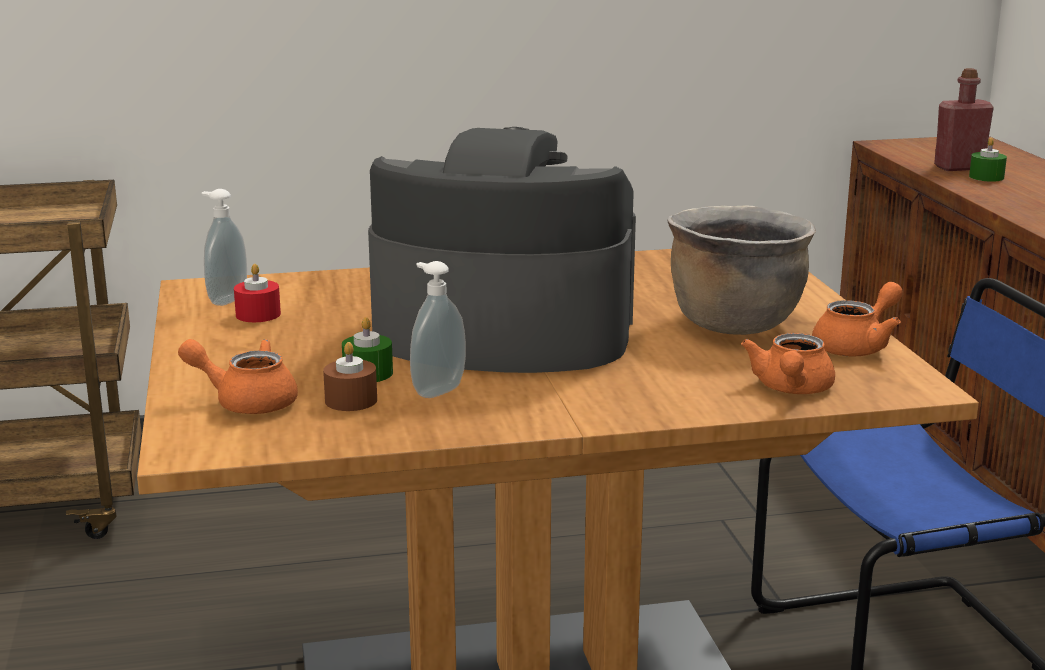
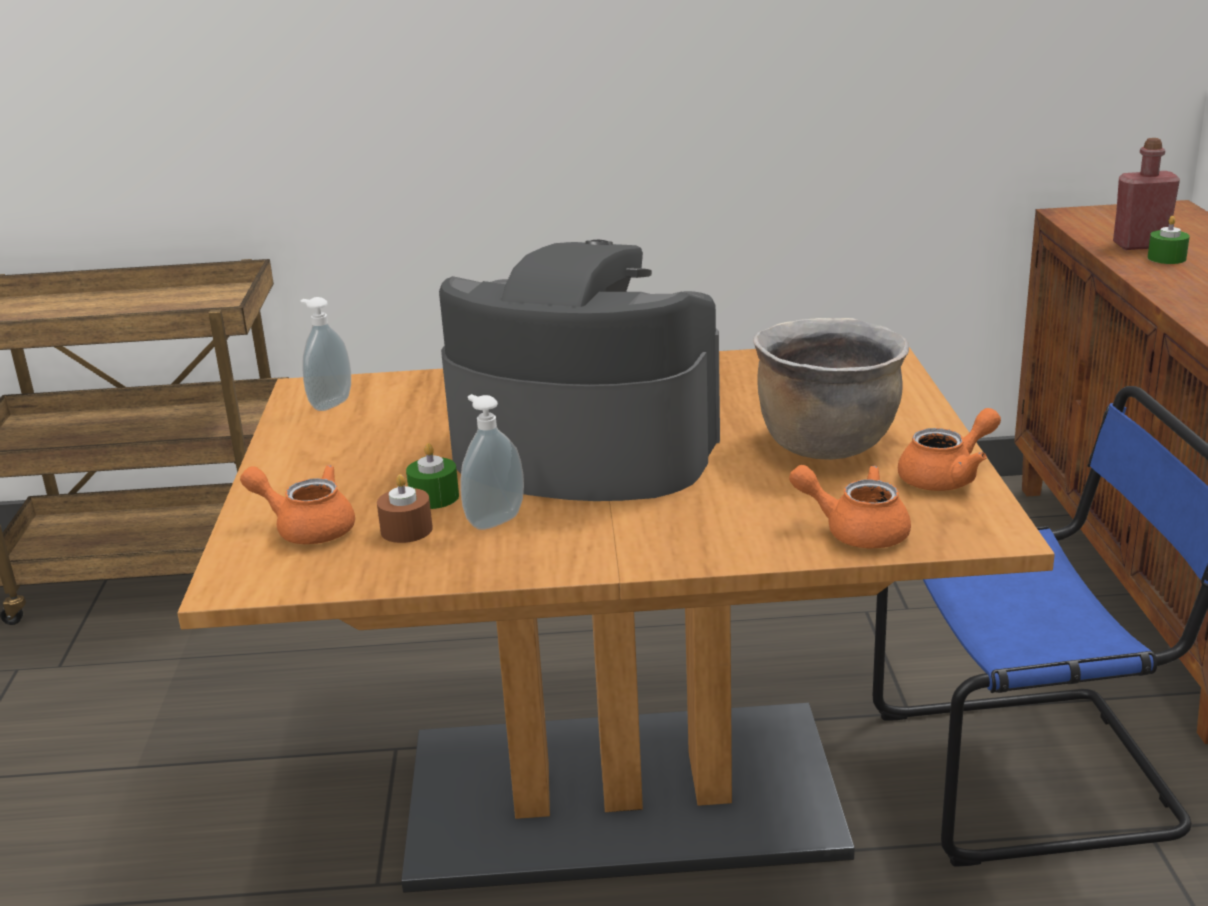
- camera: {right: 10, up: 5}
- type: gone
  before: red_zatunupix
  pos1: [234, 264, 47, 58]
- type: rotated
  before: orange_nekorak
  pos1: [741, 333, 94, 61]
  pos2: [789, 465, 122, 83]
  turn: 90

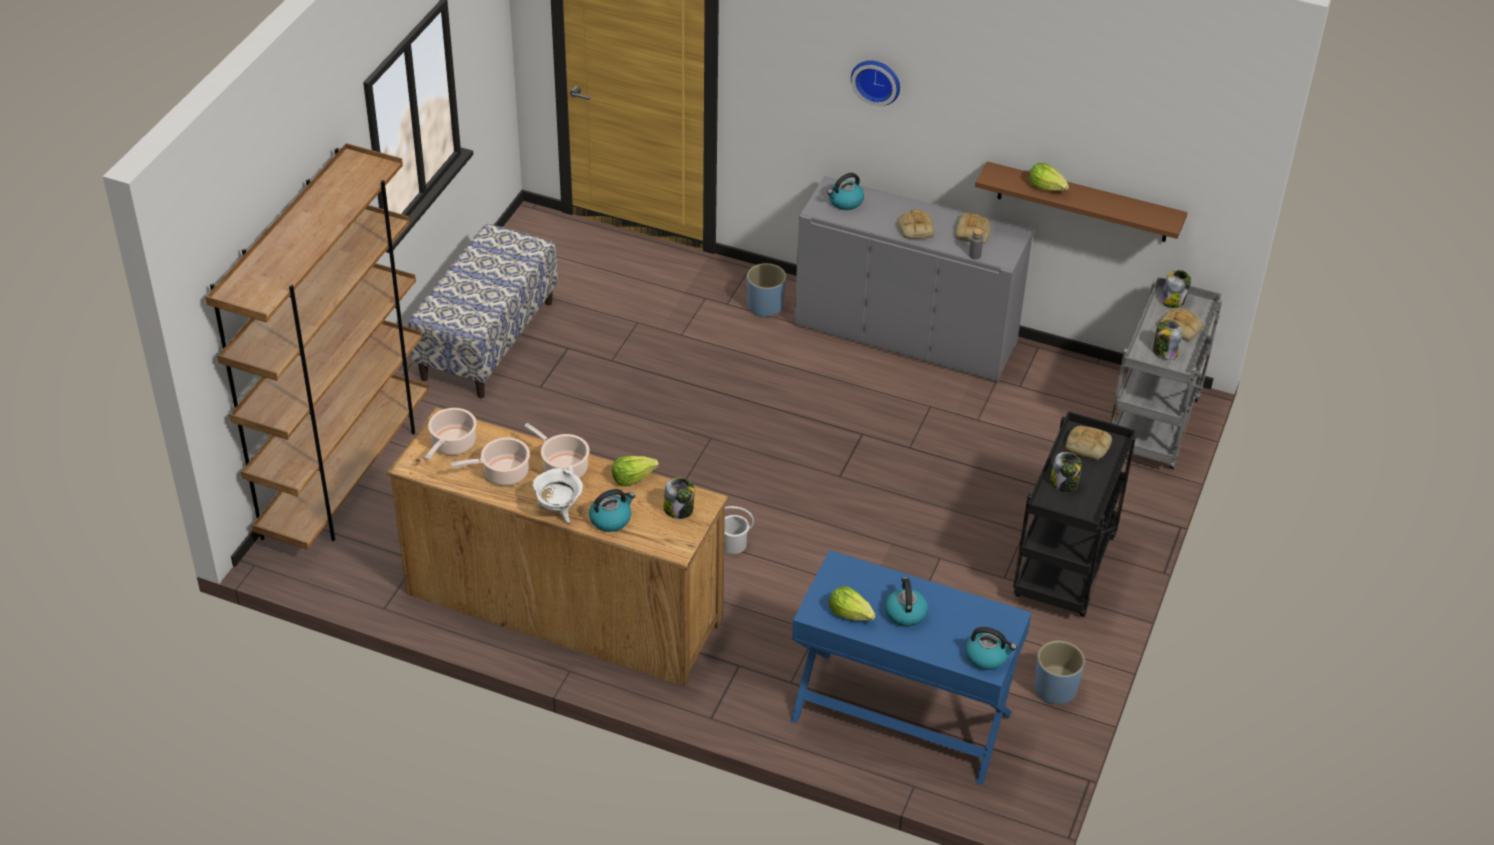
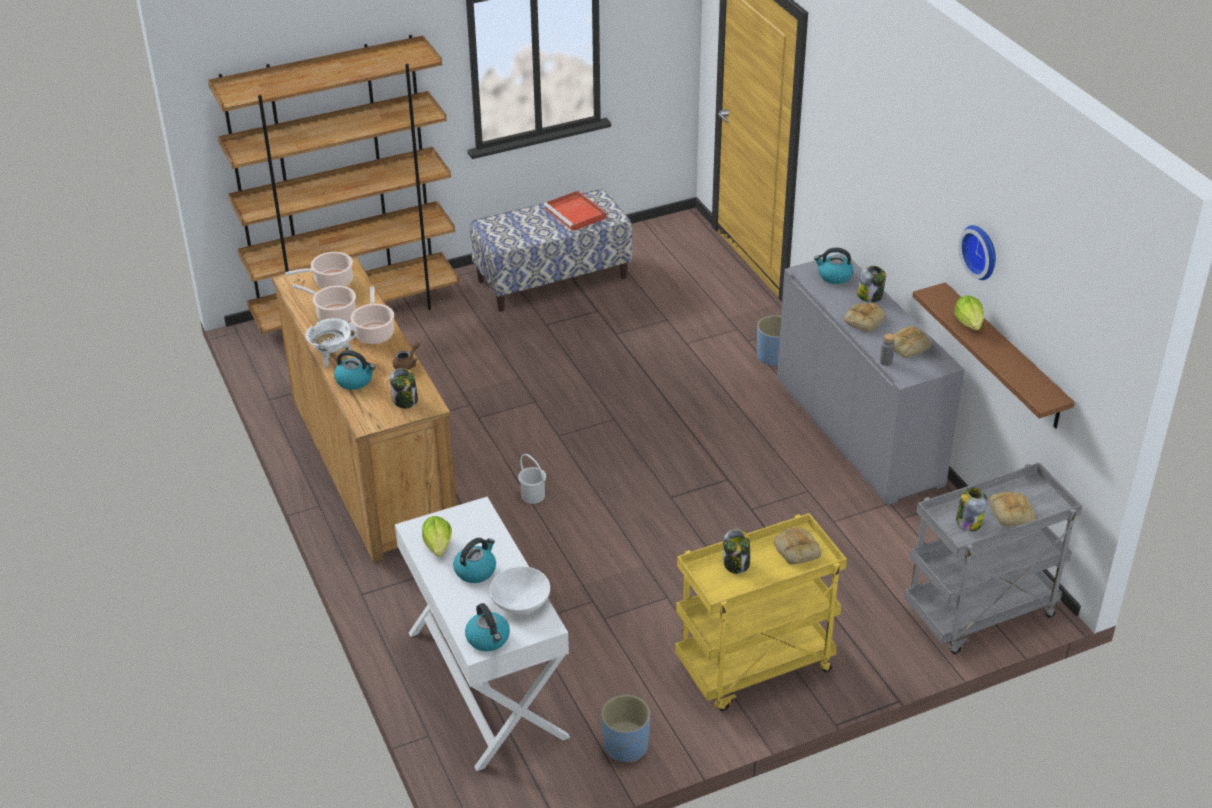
- camera: {right: 45, up: -5}
- type: new
  after: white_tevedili
  pos2: [490, 567, 60, 48]
- type: new
  after: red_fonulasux
  pos2: [544, 191, 63, 40]
- type: shifted
  before: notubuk
  pos1: [851, 60, 49, 46]
  pos2: [959, 225, 37, 55]
- type: shifted
  before: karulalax
  pos1: [1160, 270, 31, 38]
  pos2: [857, 266, 29, 36]
- type: swapped
  before: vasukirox
  after: brown_nekorak
  pos1: [612, 456, 47, 30]
  pos2: [393, 341, 27, 29]
- type: repainted
  before: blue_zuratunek
  after: white_zuratunek
  pos1: [791, 550, 241, 235]
  pos2: [395, 497, 175, 274]
- type: repainted
  before: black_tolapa
  after: yellow_tolapa
  pos1: [1013, 411, 123, 206]
  pos2: [675, 513, 172, 198]

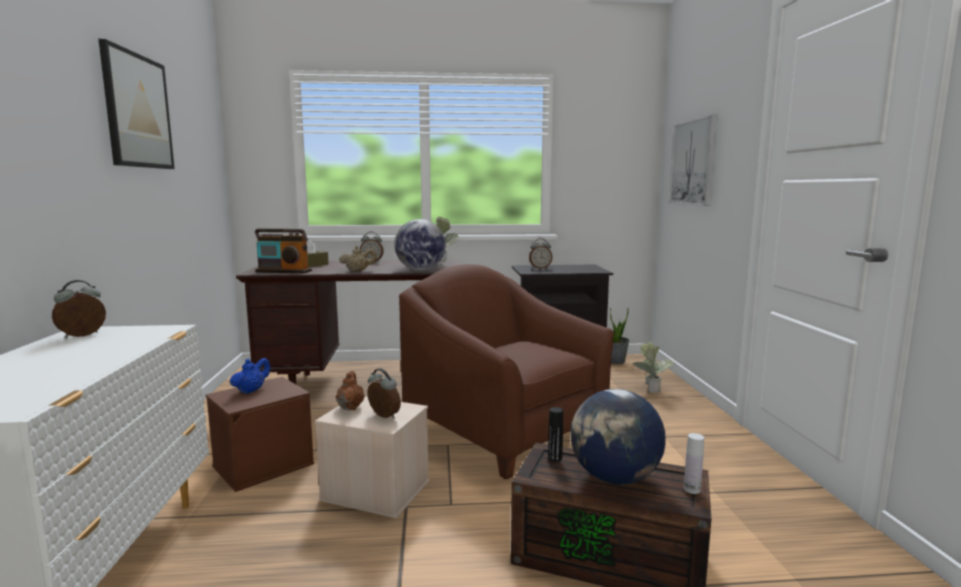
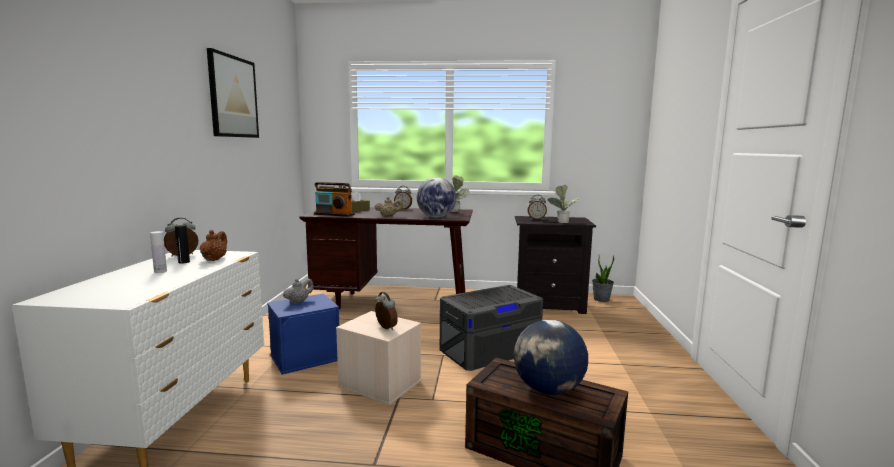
- camera: {right: 10, up: 0}
- type: gone
  before: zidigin
  pos1: [669, 115, 49, 91]
- type: shifted
  before: brown_nekorak
  pos1: [336, 371, 29, 39]
  pos2: [200, 230, 27, 31]
- type: shifted
  before: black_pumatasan
  pos1: [548, 407, 15, 54]
  pos2: [175, 225, 15, 39]
- type: shifted
  before: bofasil
  pos1: [633, 342, 41, 51]
  pos2: [548, 185, 32, 38]
- type: shifted
  before: white_pumatasan
  pos1: [684, 433, 20, 61]
  pos2: [150, 231, 17, 42]
- type: swapped
  before: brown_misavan
  after: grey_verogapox
  pos1: [399, 264, 215, 215]
  pos2: [440, 285, 103, 86]
- type: repainted
  before: brown_verogapox
  after: blue_verogapox
  pos1: [206, 377, 108, 115]
  pos2: [267, 294, 72, 81]
- type: repainted
  before: blue_nekorak
  after: grey_nekorak
  pos1: [230, 358, 41, 36]
  pos2: [283, 279, 31, 25]

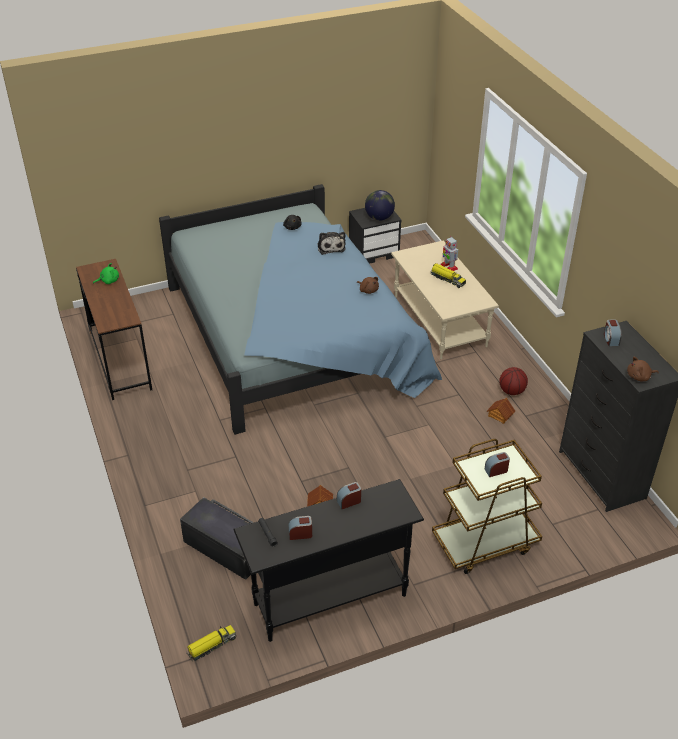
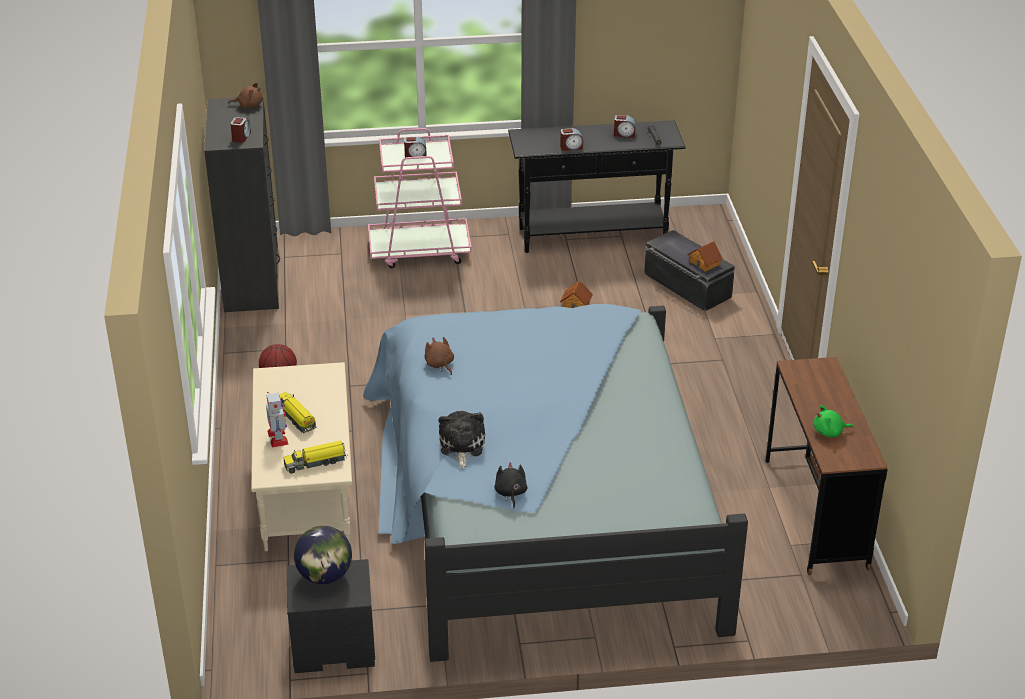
- camera: {right: -165, up: -5}
- type: shifted
  before: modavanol
  pos1: [187, 625, 49, 37]
  pos2: [284, 440, 64, 33]
- type: shifted
  before: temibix
  pos1: [487, 398, 28, 26]
  pos2: [687, 241, 36, 31]
- type: repainted
  before: brown_tolapa
  after: pink_tolapa
  pos1: [432, 439, 110, 135]
  pos2: [368, 128, 104, 140]

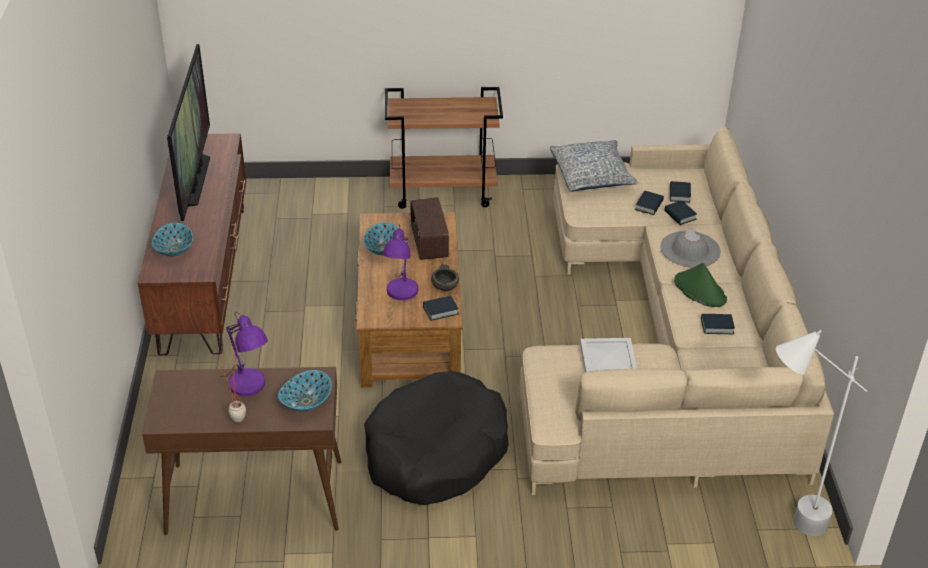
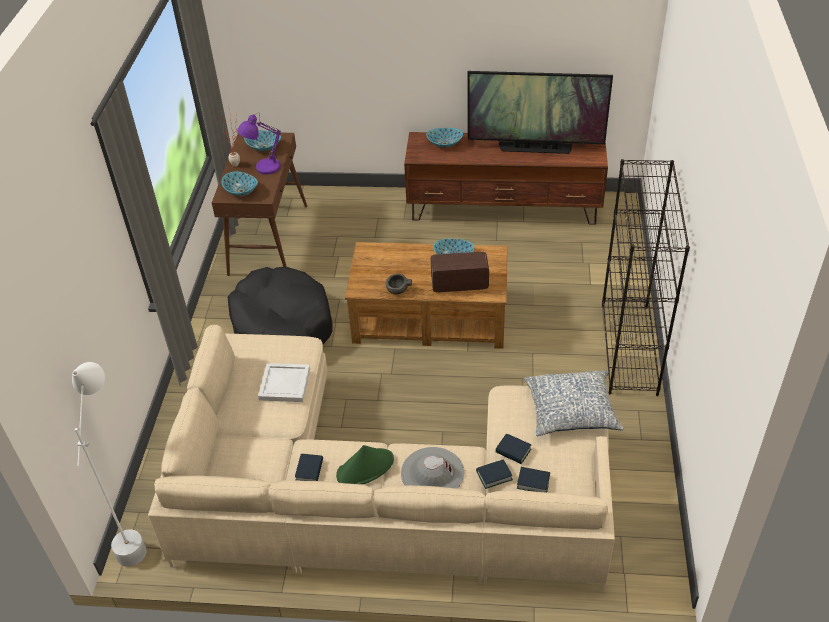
- camera: {right: 100, up: 5}
- type: gone
  before: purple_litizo
  pos1: [383, 224, 35, 76]
- type: gone
  before: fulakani
  pos1: [423, 296, 36, 25]
- type: new
  after: tevedili
  pos2: [244, 130, 37, 21]
- type: swapped
  before: brown_tolapa
  after: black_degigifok
  pos1: [385, 87, 118, 122]
  pos2: [602, 159, 88, 237]

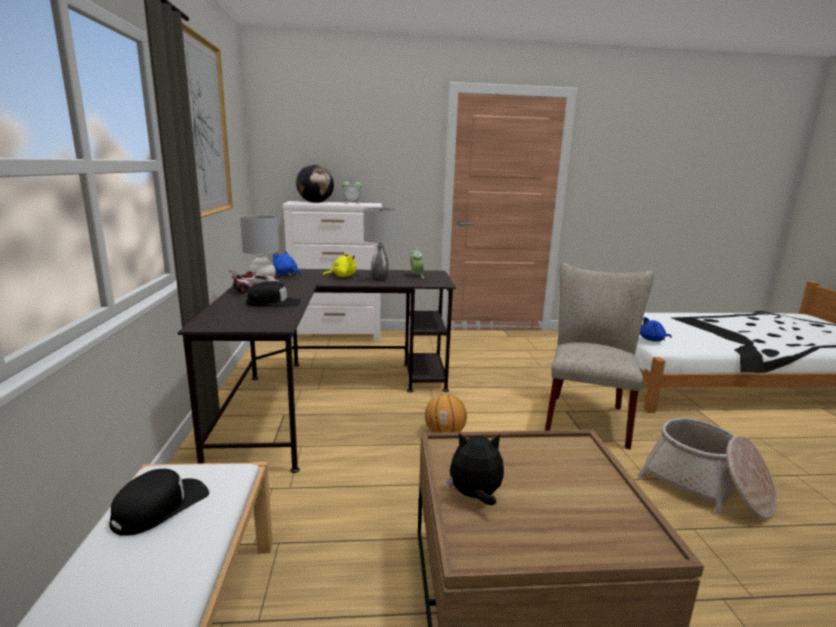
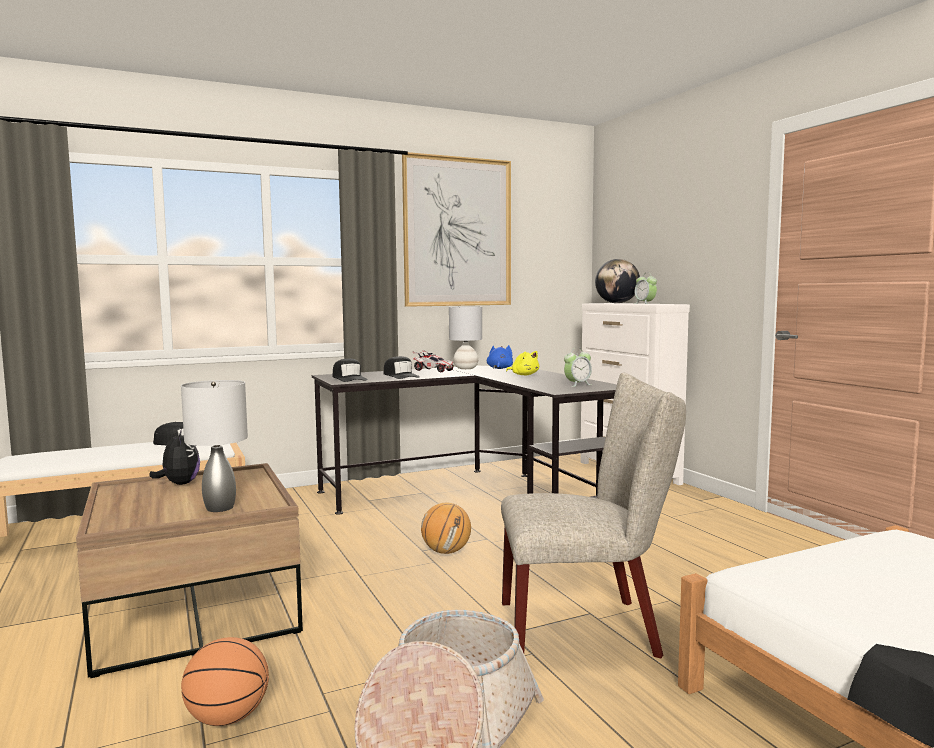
- camera: {right: 70, up: -10}
- type: gone
  before: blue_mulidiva
  pos1: [640, 317, 32, 25]
- type: new
  after: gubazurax
  pos2: [181, 637, 88, 89]
- type: new
  after: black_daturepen
  pos2: [333, 359, 35, 23]
- type: shifted
  before: grey_litizo
  pos1: [364, 208, 33, 73]
  pos2: [181, 380, 67, 132]

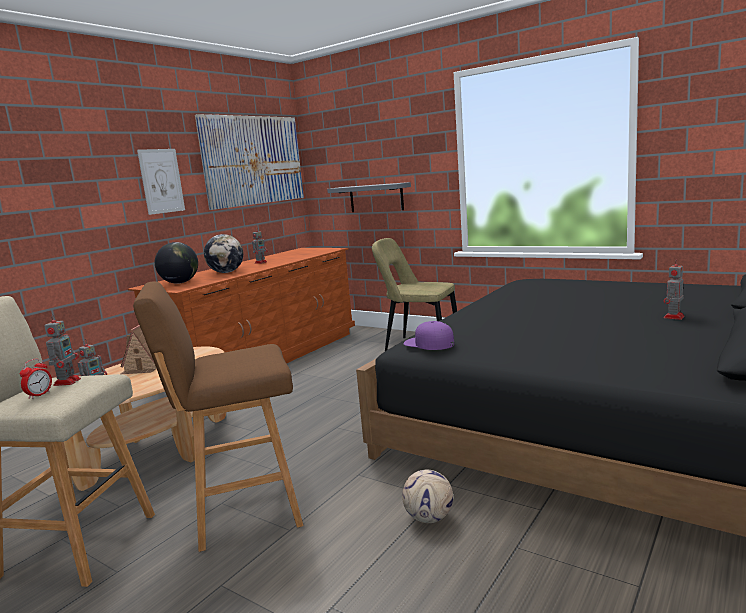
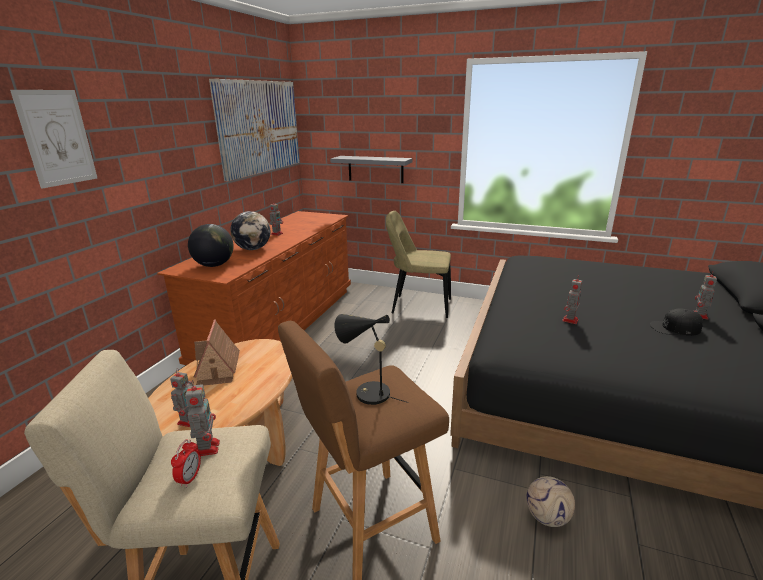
- camera: {right: -15, up: 10}
- type: gone
  before: purple_daturepen
  pos1: [404, 321, 50, 29]
- type: new
  after: black_litizo
  pos2: [335, 314, 74, 91]
- type: new
  after: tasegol
  pos2: [562, 277, 20, 47]
- type: new
  after: black_daturepen
  pos2: [650, 308, 53, 28]
- type: shifted
  before: zidigin
  pos1: [137, 149, 48, 66]
  pos2: [10, 90, 88, 99]

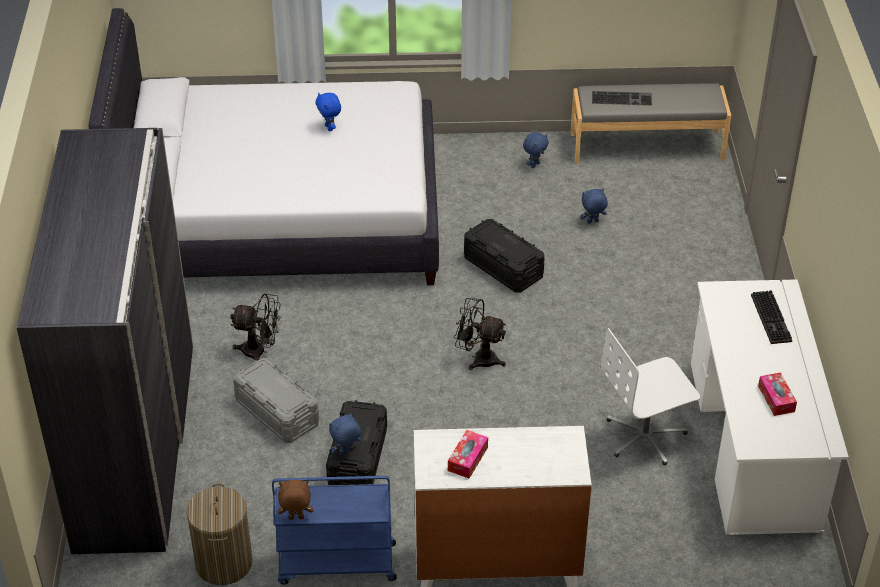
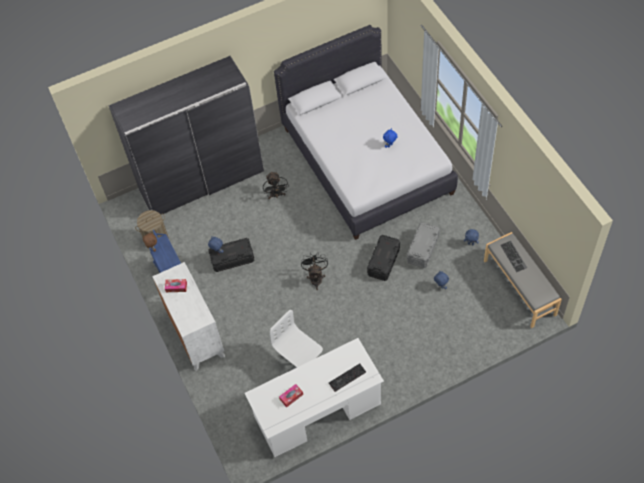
- camera: {right: 70, up: 15}
- type: shifted
  before: grey_verogapox
  pos1: [233, 358, 86, 85]
  pos2: [407, 222, 33, 46]

